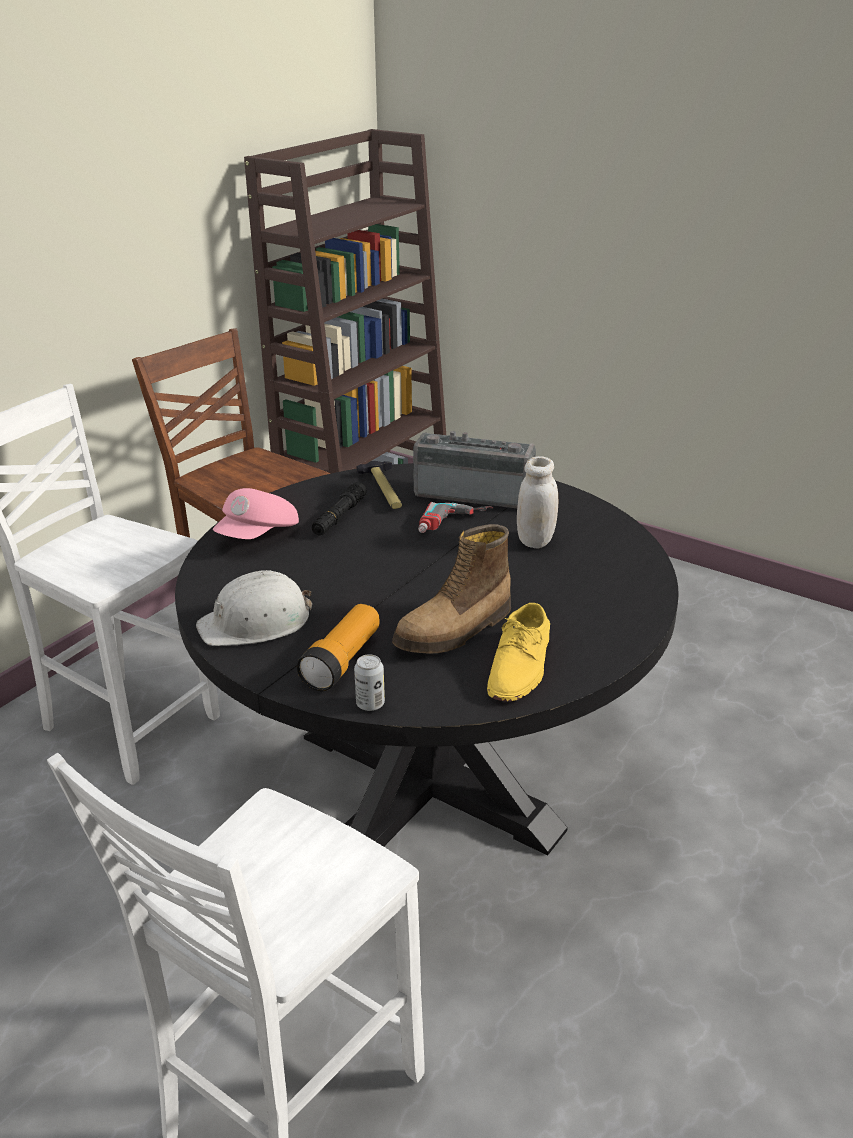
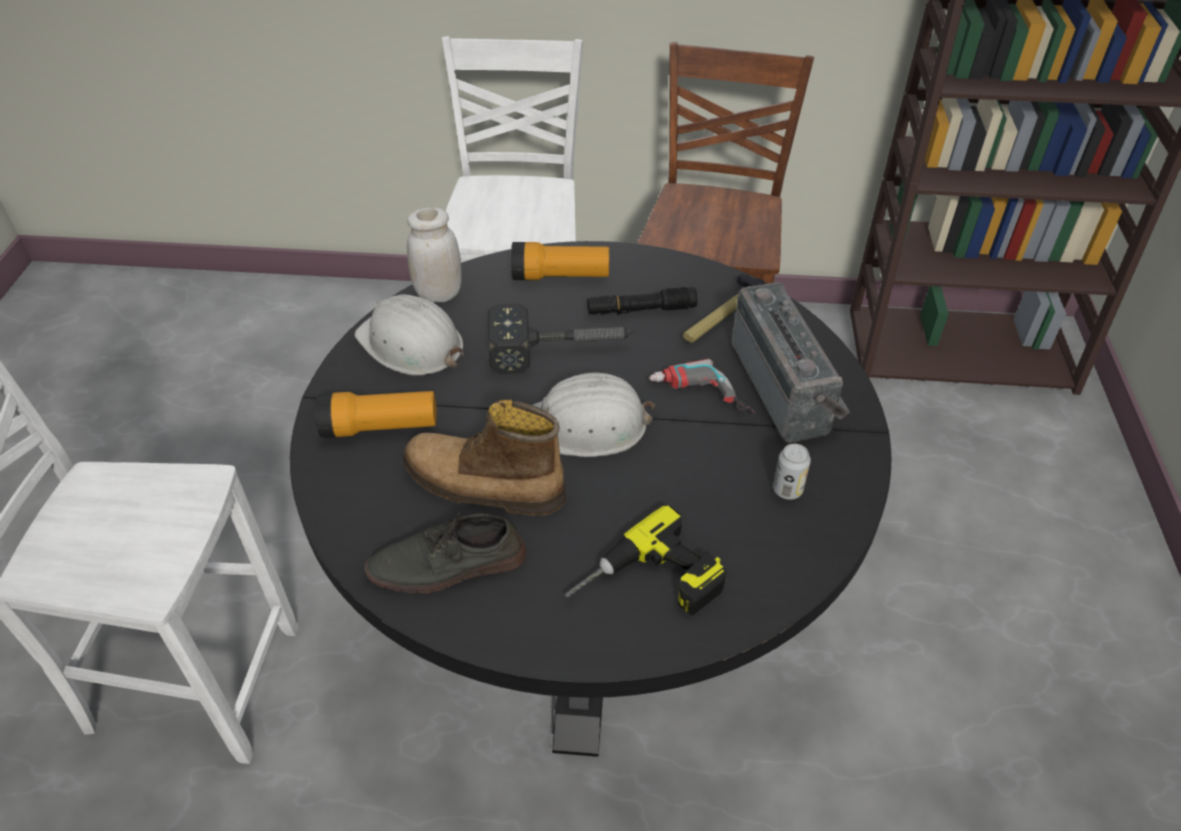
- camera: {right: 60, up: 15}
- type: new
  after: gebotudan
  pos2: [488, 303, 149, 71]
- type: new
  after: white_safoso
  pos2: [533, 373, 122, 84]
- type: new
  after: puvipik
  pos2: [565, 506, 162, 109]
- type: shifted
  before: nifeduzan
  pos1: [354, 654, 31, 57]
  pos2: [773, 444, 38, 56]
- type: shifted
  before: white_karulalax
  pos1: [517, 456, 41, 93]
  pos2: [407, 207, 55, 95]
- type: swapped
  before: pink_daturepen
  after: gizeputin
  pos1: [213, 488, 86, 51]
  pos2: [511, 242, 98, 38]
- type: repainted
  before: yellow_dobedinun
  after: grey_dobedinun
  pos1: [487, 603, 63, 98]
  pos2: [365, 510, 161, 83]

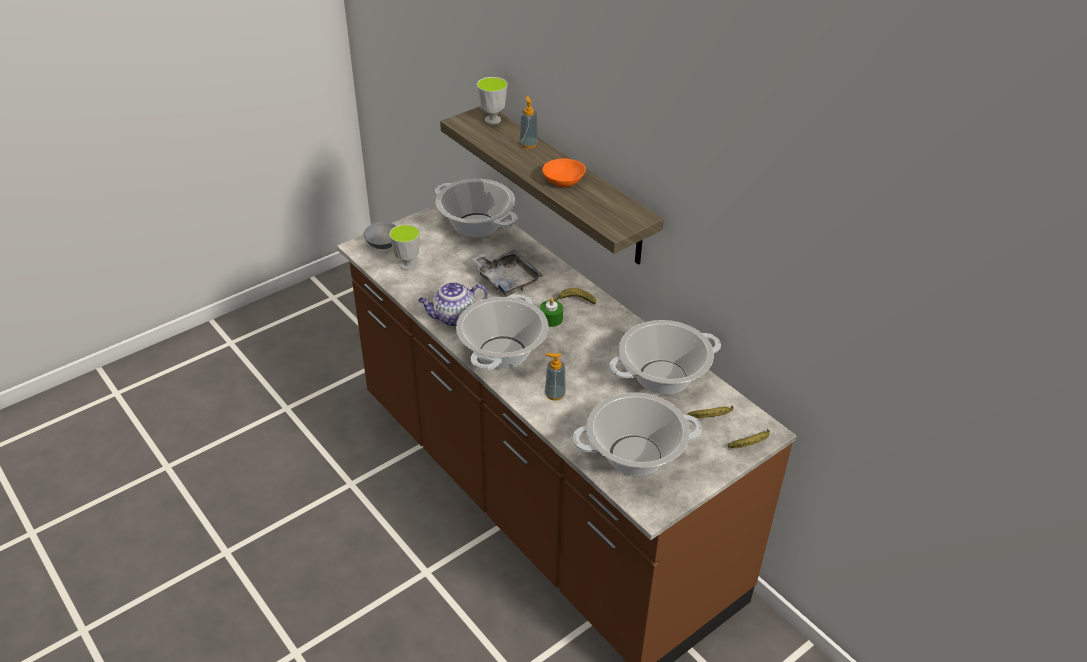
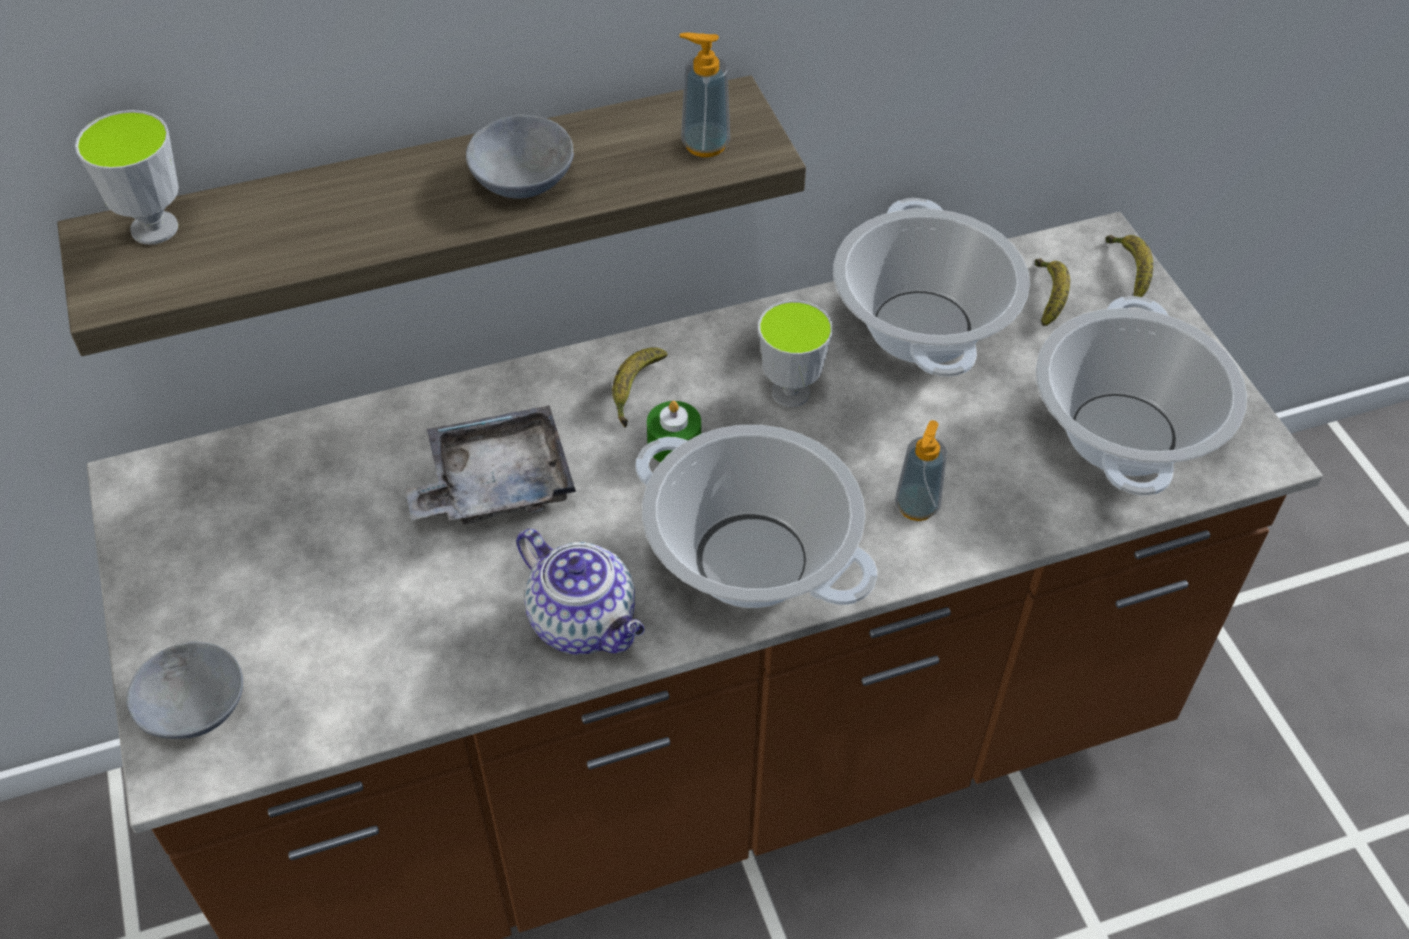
- camera: {right: -70, up: 10}
- type: gone
  before: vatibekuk
  pos1: [435, 179, 83, 58]
- type: shifted
  before: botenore
  pos1: [389, 224, 31, 46]
  pos2: [758, 300, 75, 107]
- type: shifted
  before: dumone
  pos1: [520, 96, 18, 53]
  pos2: [680, 33, 50, 124]
- type: repainted
  before: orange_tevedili
  after: grey_tevedili
  pos1: [542, 158, 44, 29]
  pos2: [466, 115, 108, 84]
- type: rotated
  before: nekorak
  pos1: [418, 282, 70, 44]
  pos2: [516, 529, 129, 126]
  turn: -45

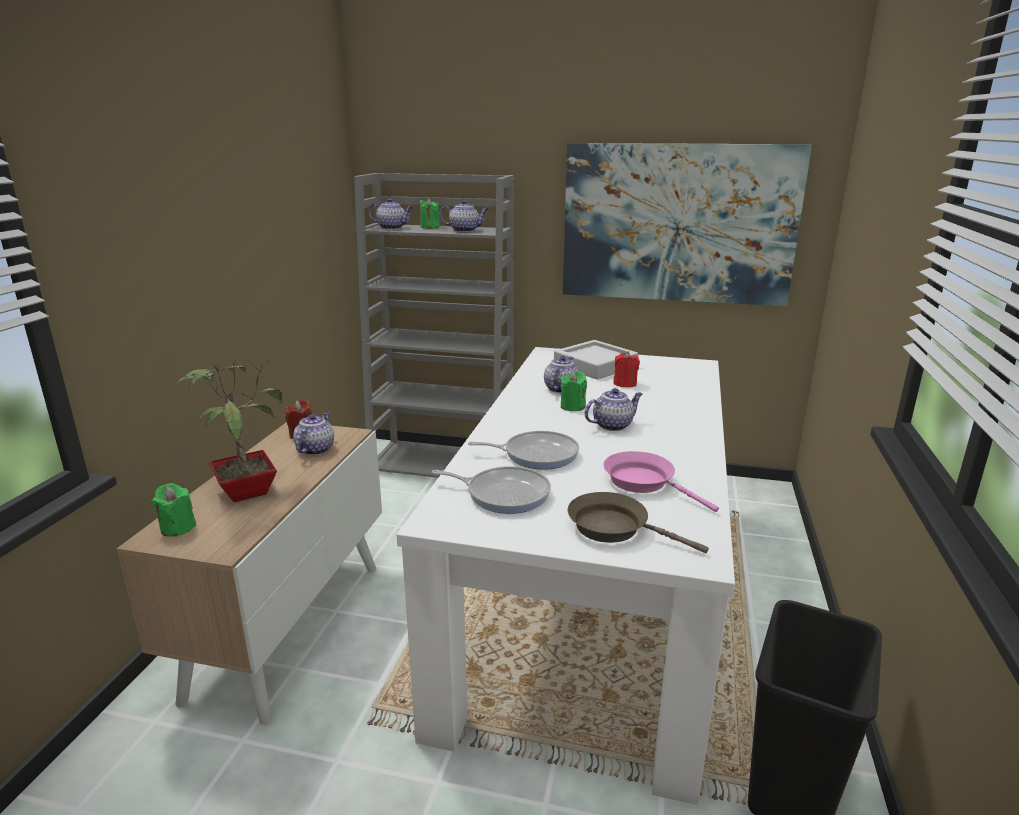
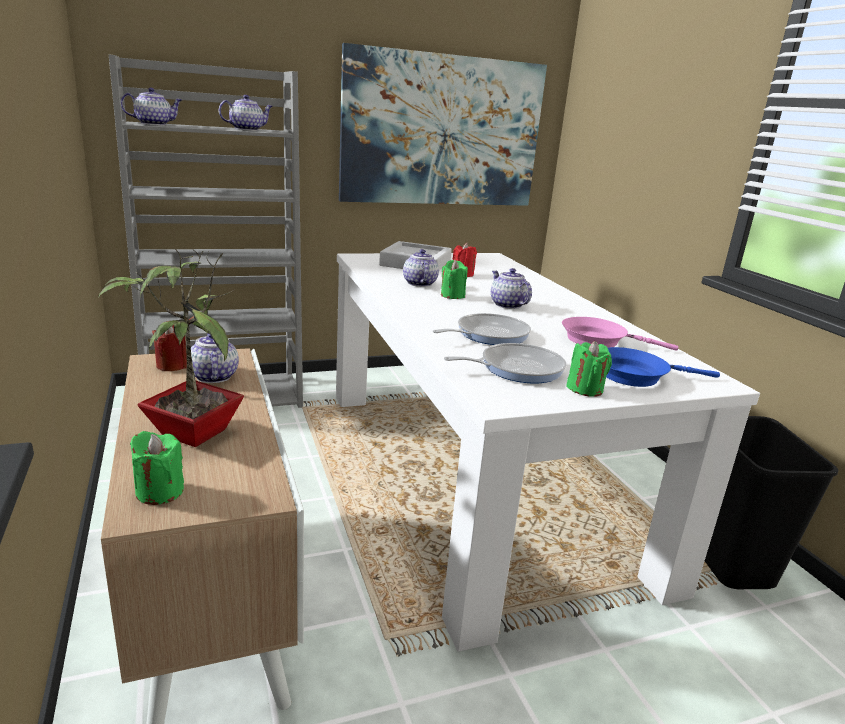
- camera: {right: -35, up: 0}
- type: shifted
  before: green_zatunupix
  pos1: [419, 198, 21, 31]
  pos2: [566, 341, 46, 56]
- type: repainted
  before: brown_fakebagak
  after: blue_fakebagak
  pos1: [568, 492, 140, 61]
  pos2: [606, 347, 114, 40]
- type: rotated
  before: nekorak
  pos1: [585, 388, 57, 43]
  pos2: [491, 268, 41, 41]
  turn: -60

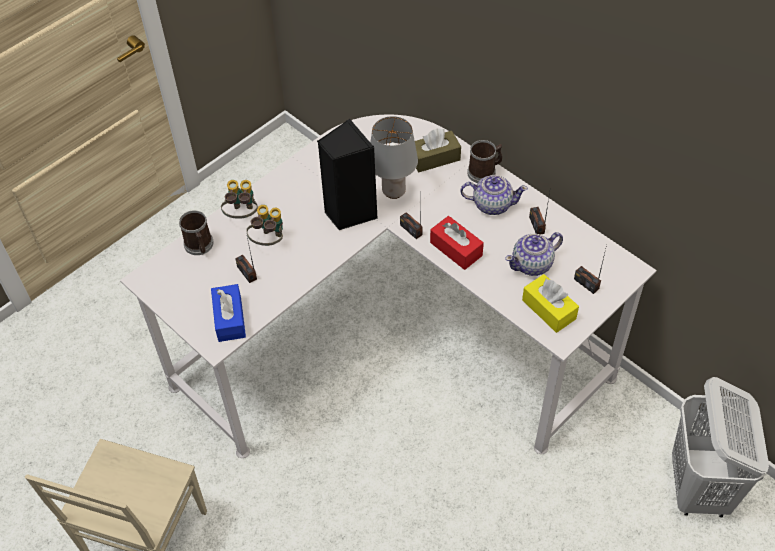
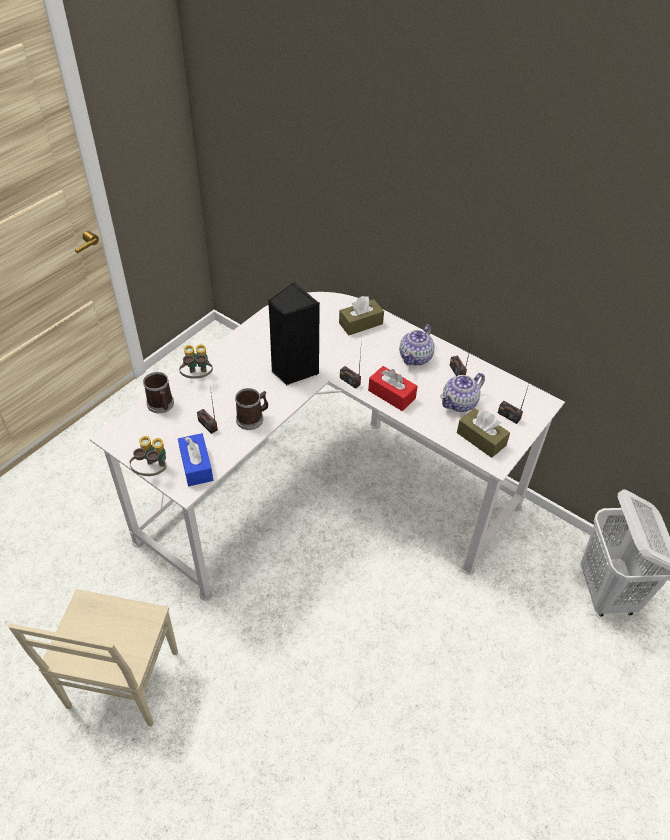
- camera: {right: -10, up: -5}
- type: gone
  before: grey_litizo
  pos1: [370, 116, 48, 83]
- type: shifted
  before: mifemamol
  pos1: [246, 205, 37, 41]
  pos2: [130, 436, 36, 40]
- type: shifted
  before: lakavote
  pos1: [467, 140, 35, 43]
  pos2: [235, 388, 33, 42]
- type: repainted
  before: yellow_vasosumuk
  after: brown_vasosumuk
  pos1: [522, 274, 57, 59]
  pos2: [457, 408, 53, 50]
- type: rotated
  before: nekorak
  pos1: [460, 175, 68, 40]
  pos2: [400, 324, 34, 41]
  turn: 120

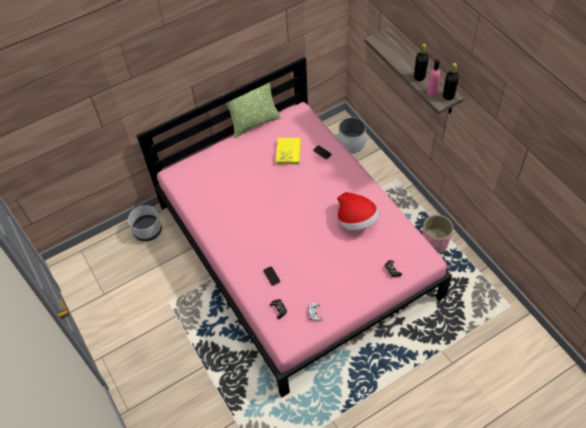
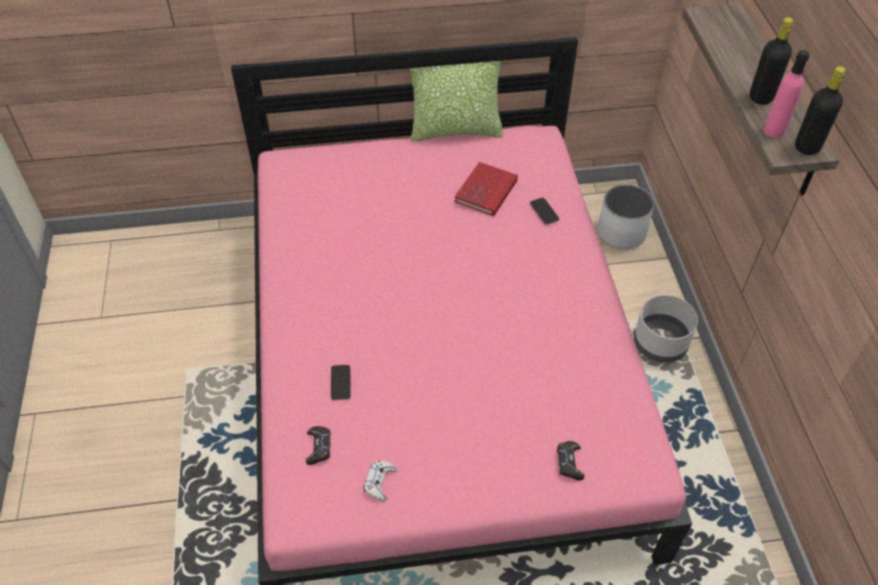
- camera: {right: 20, up: -5}
- type: gone
  before: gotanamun
  pos1: [337, 192, 43, 38]
- type: gone
  before: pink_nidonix
  pos1: [422, 215, 31, 38]
- type: shifted
  before: grey_nidonix
  pos1: [128, 205, 34, 37]
  pos2: [634, 295, 64, 68]
- type: repainted
  before: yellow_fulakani
  after: red_fulakani
  pos1: [276, 138, 25, 26]
  pos2: [455, 162, 63, 54]

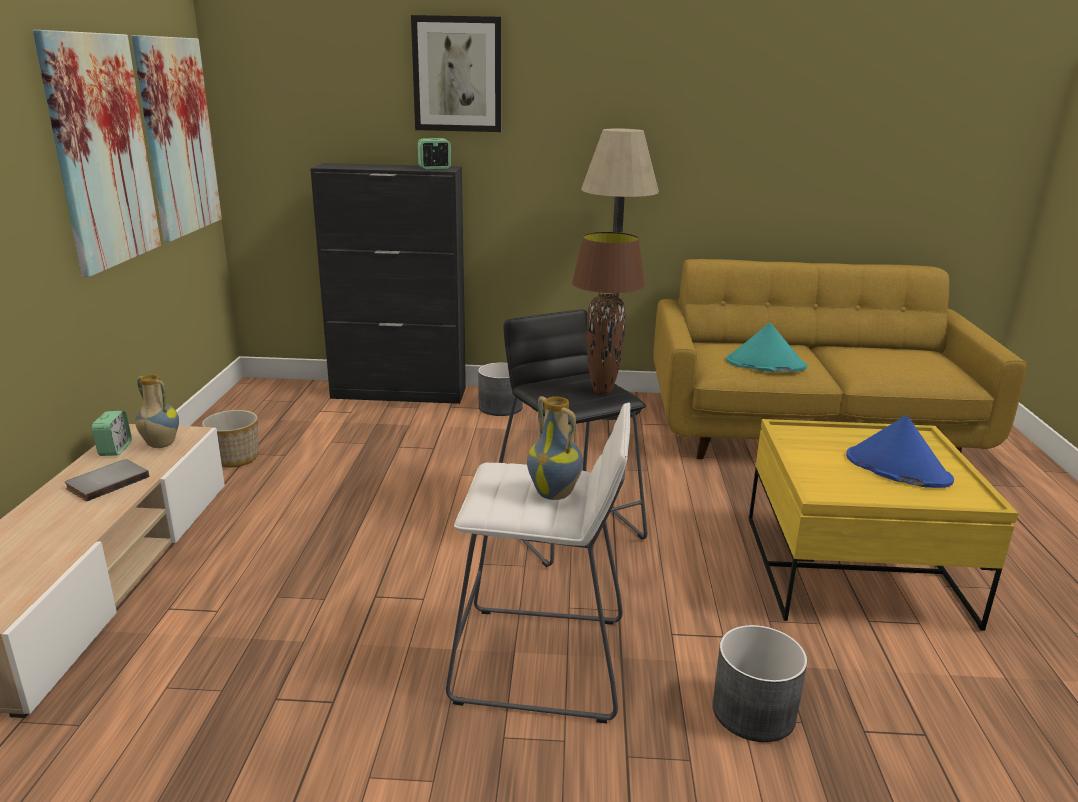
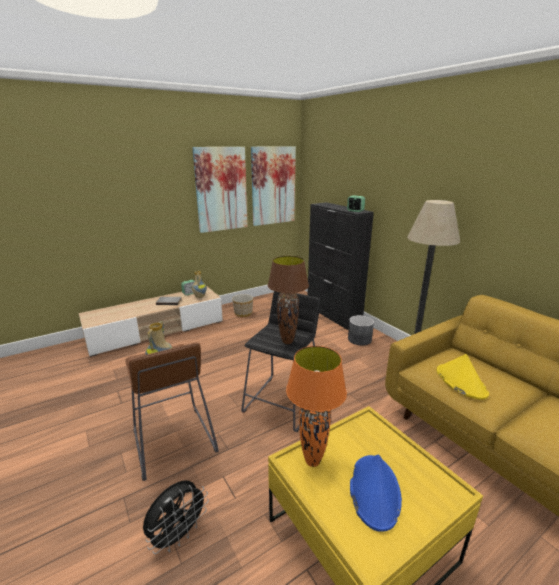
- camera: {right: 55, up: 0}
- type: gone
  before: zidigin
  pos1: [411, 15, 91, 117]
- type: new
  after: orange_litizo
  pos2: [286, 346, 61, 121]
- type: swapped
  before: grey_nidonix
  after: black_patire
  pos1: [713, 625, 94, 117]
  pos2: [143, 480, 66, 74]
- type: repainted
  before: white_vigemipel
  after: brown_vigemipel
  pos1: [446, 403, 185, 320]
  pos2: [125, 342, 94, 139]
- type: repainted
  before: turquoise_gotanamun
  after: yellow_gotanamun
  pos1: [726, 322, 81, 50]
  pos2: [437, 354, 52, 46]

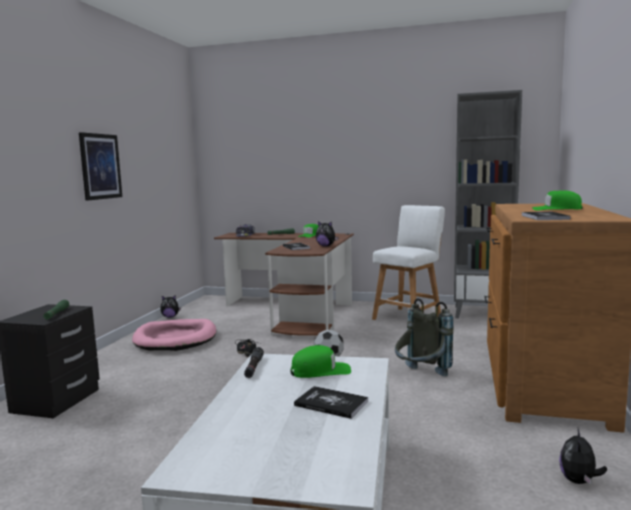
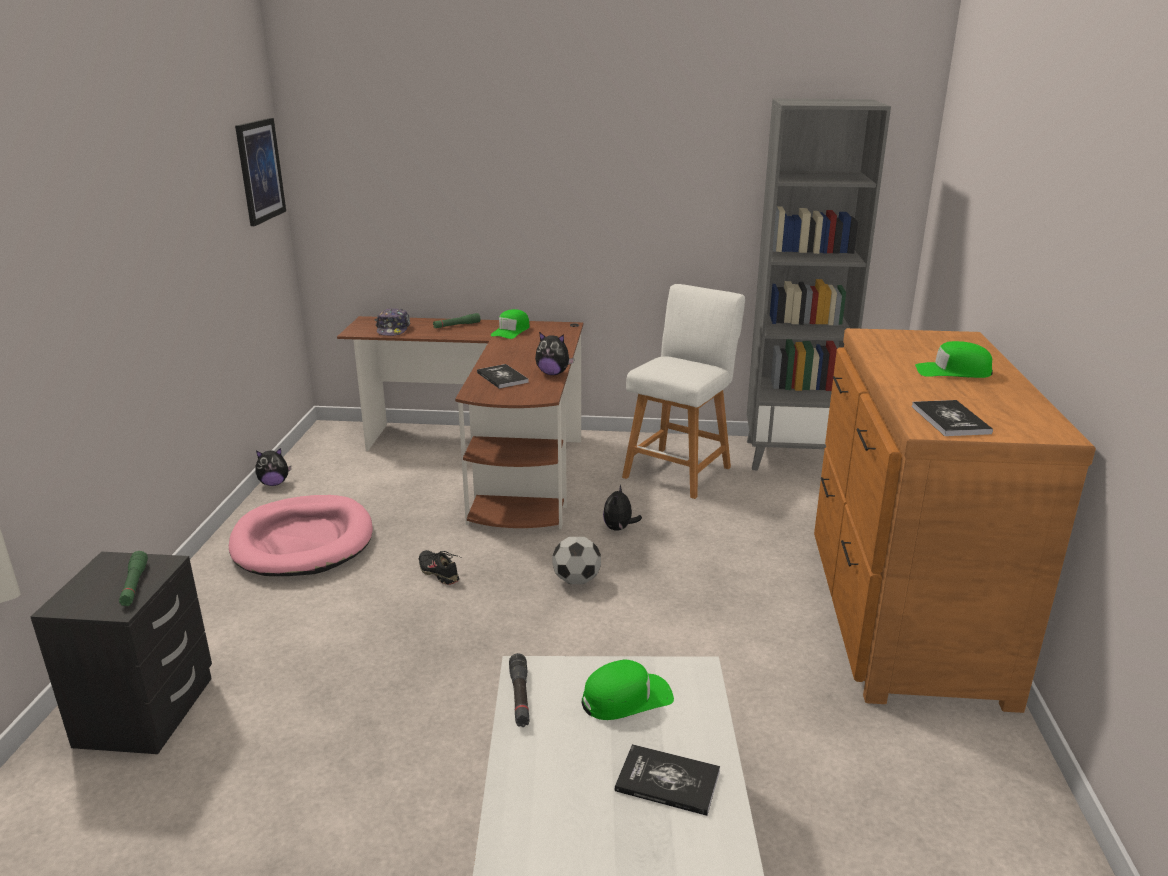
- camera: {right: -10, up: 15}
- type: gone
  before: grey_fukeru
  pos1: [395, 298, 59, 78]
- type: shifted
  before: zidigin
  pos1: [79, 132, 43, 69]
  pos2: [235, 118, 51, 108]
- type: shifted
  before: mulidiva
  pos1: [559, 427, 48, 58]
  pos2: [603, 485, 39, 46]

